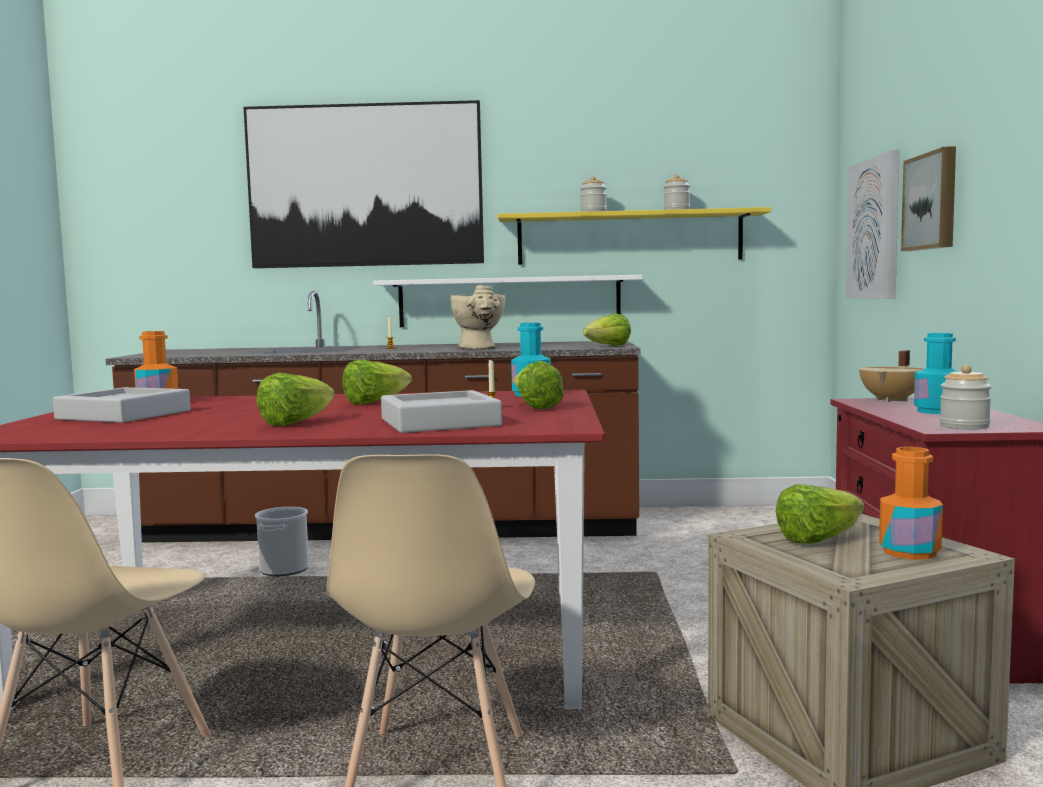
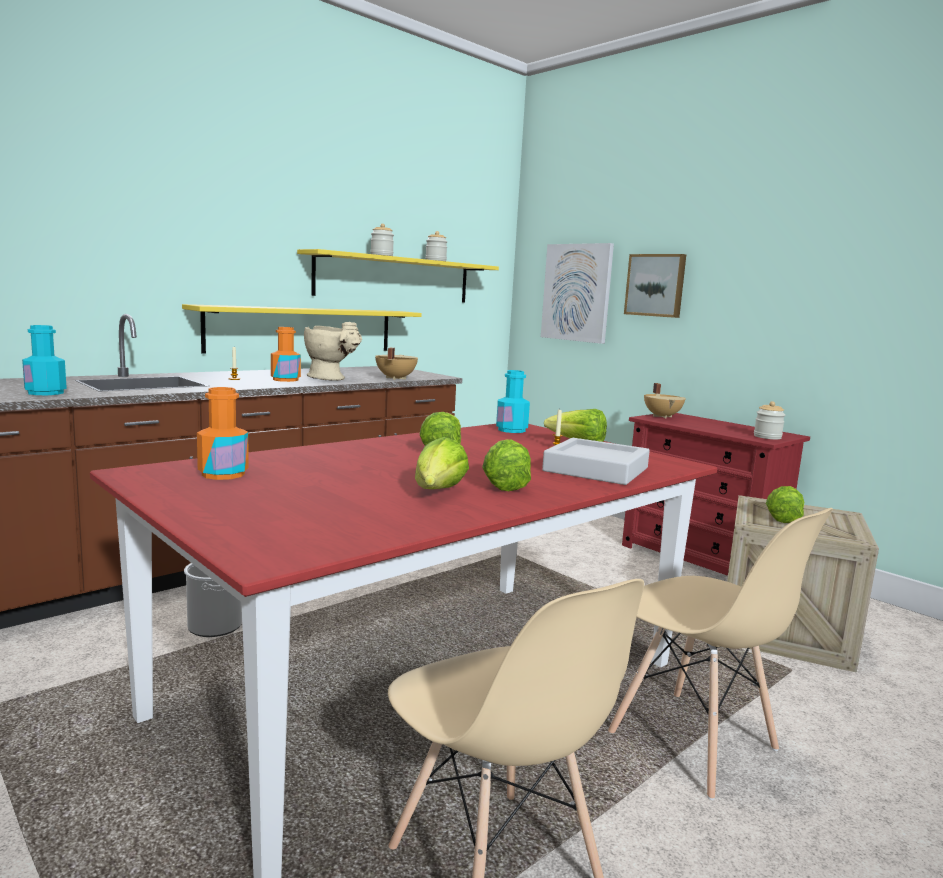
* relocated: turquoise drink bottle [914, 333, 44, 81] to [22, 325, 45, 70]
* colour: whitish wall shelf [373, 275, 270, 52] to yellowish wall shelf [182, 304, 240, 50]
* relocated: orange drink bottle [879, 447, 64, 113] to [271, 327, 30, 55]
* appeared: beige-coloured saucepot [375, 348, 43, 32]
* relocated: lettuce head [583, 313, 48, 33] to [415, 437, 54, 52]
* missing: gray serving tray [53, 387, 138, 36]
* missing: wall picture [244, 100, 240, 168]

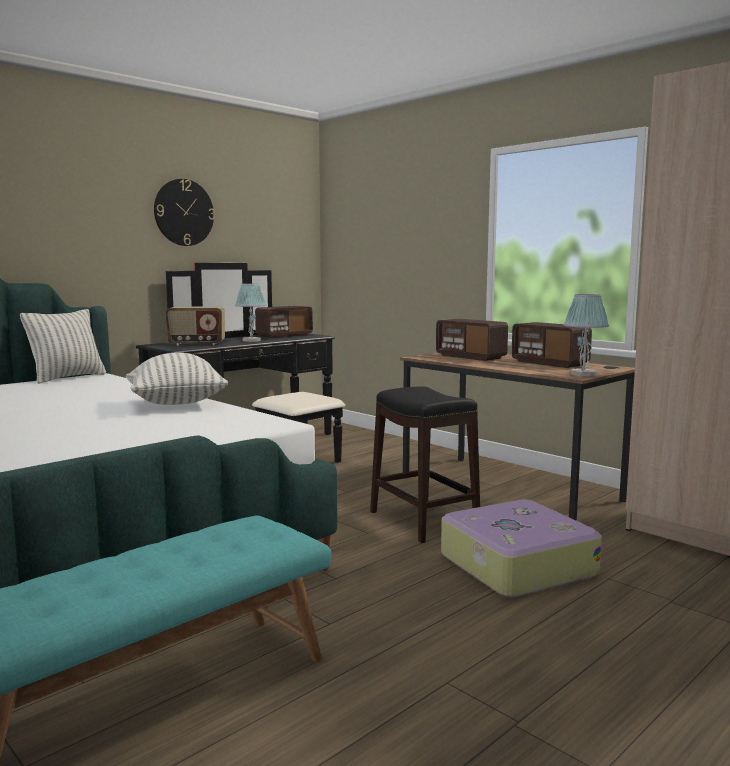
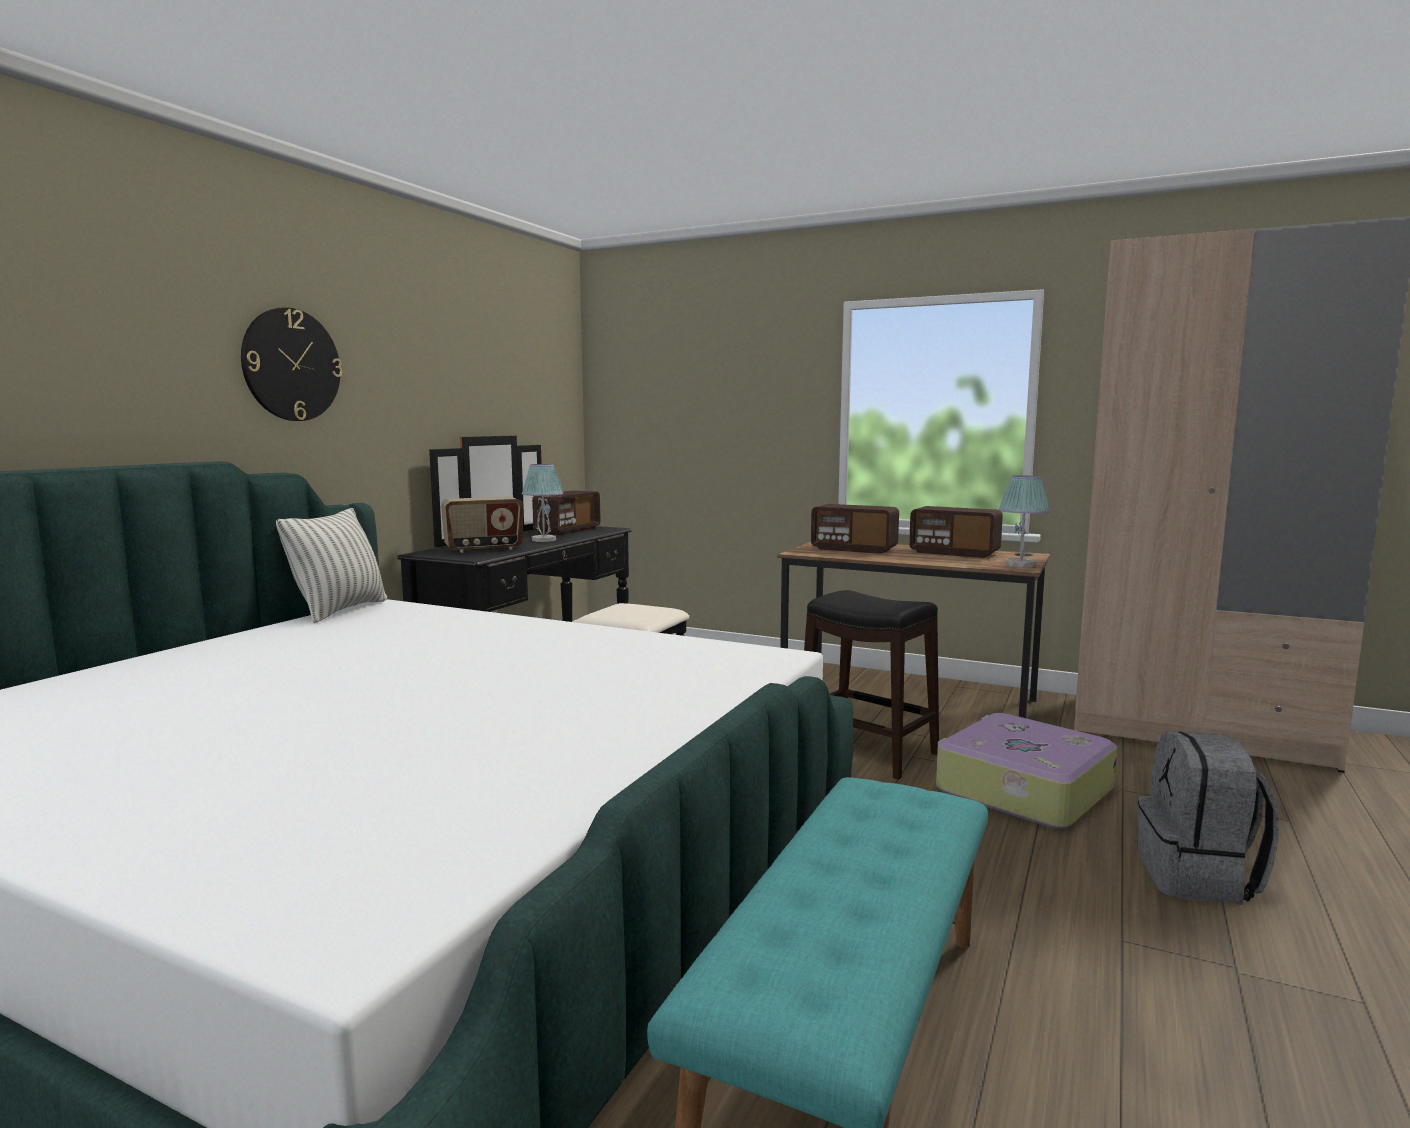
* relocated: wall clock [154, 179, 61, 67] to [241, 307, 101, 114]
* appeared: gray knapsack [1137, 731, 142, 173]
* missing: pillow [126, 353, 102, 52]

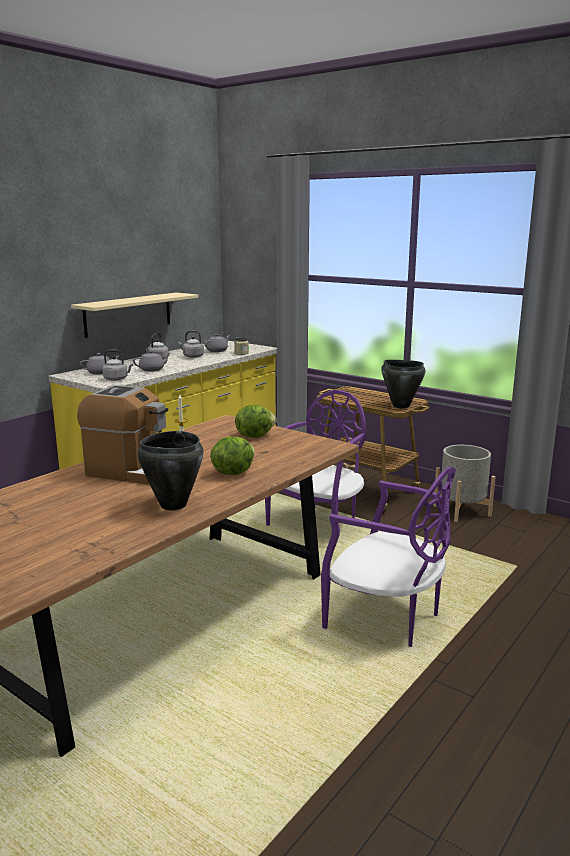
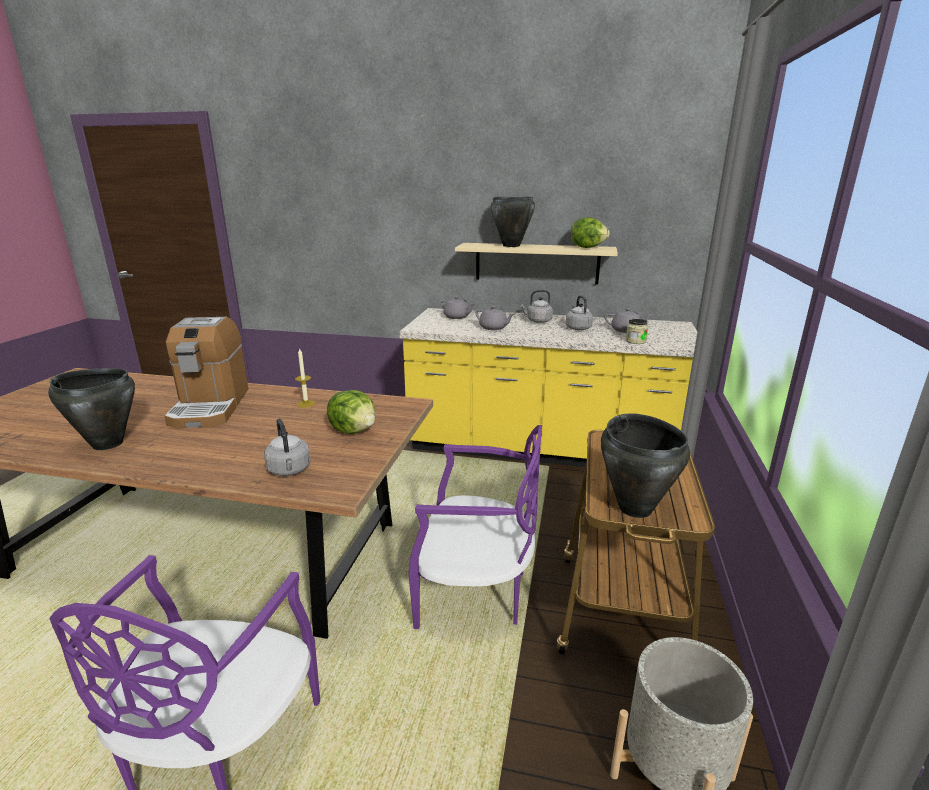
* relocated: gray water kettle [102, 350, 31, 31] to [264, 418, 47, 58]
* appeared: black-coloured saucepot [490, 196, 45, 51]
* relocated: lettuce head [210, 436, 45, 40] to [571, 217, 39, 31]

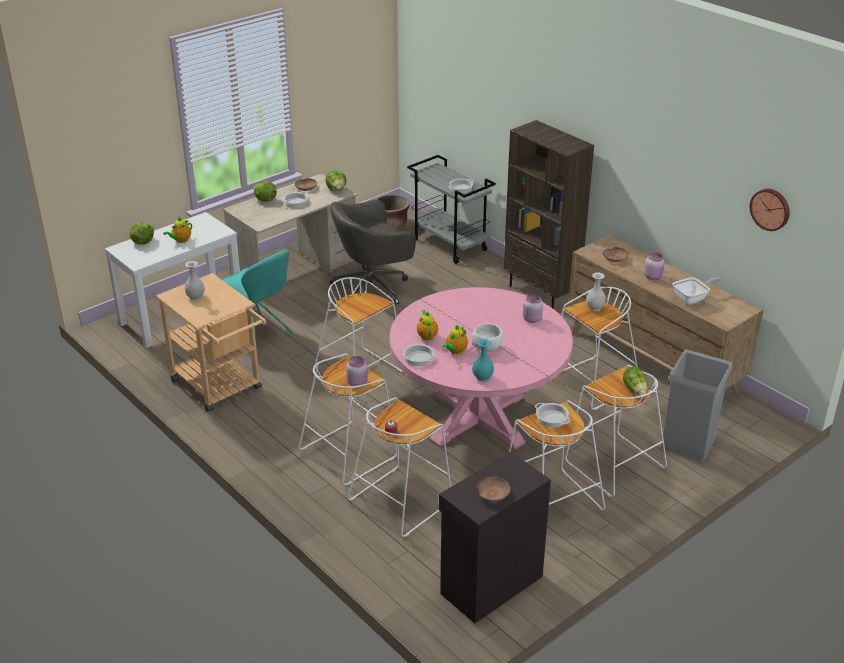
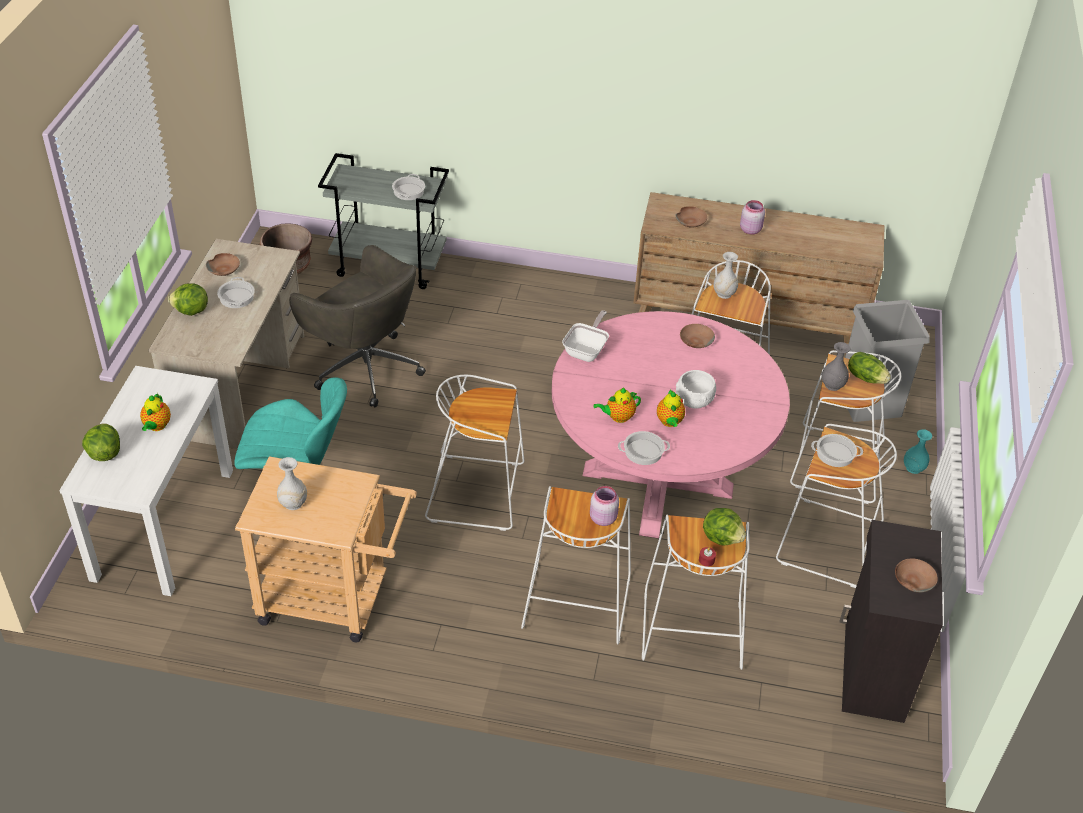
* spun: gray computer chair [330, 200, 86, 105] = [289, 245, 137, 163] 75 degrees counterclockwise
* relocated: pan [673, 277, 48, 27] to [562, 310, 47, 52]
* spun: tea pot [417, 310, 21, 31] = [593, 387, 48, 36] 60 degrees counterclockwise
* exchanged: pinkish storage jar [523, 294, 20, 29] to brown deep dish [680, 324, 35, 24]
* relocated: lettuce head [326, 171, 20, 20] to [703, 508, 43, 37]
* appeared: gray decorative vase [822, 342, 29, 49]
* relocated: turquoise decorative vase [472, 339, 22, 42] to [904, 429, 28, 45]
* missing: brown shelving unit [504, 120, 90, 189]
* missing: wall clock [750, 189, 40, 42]

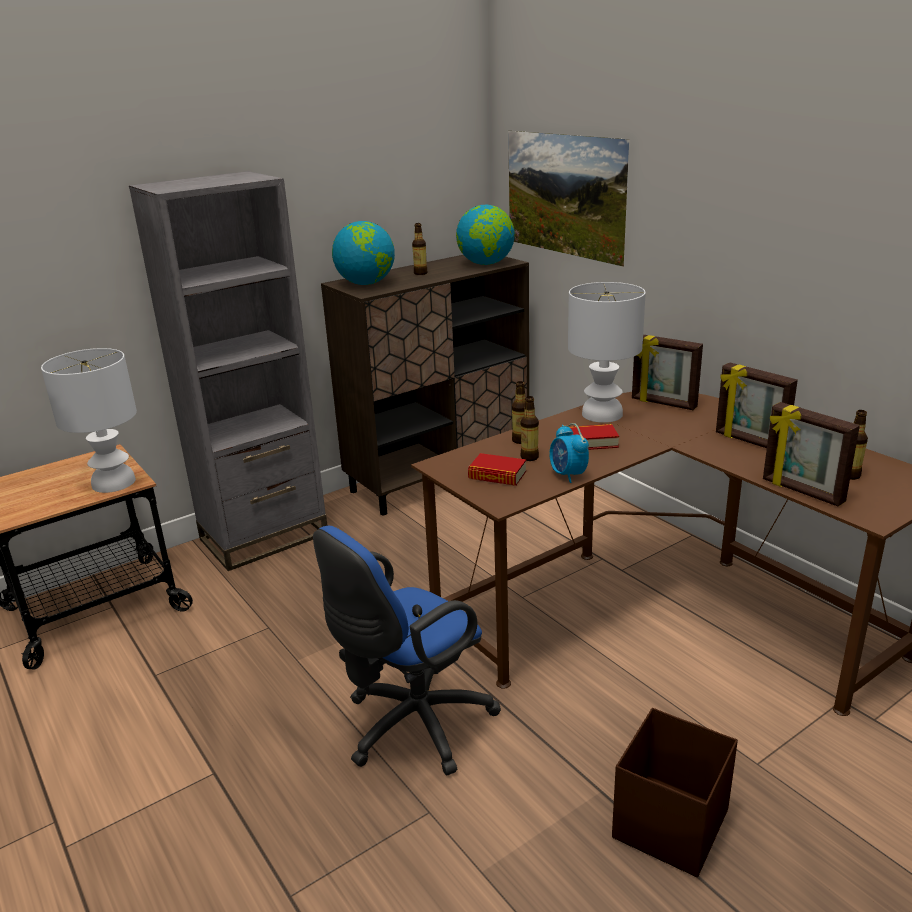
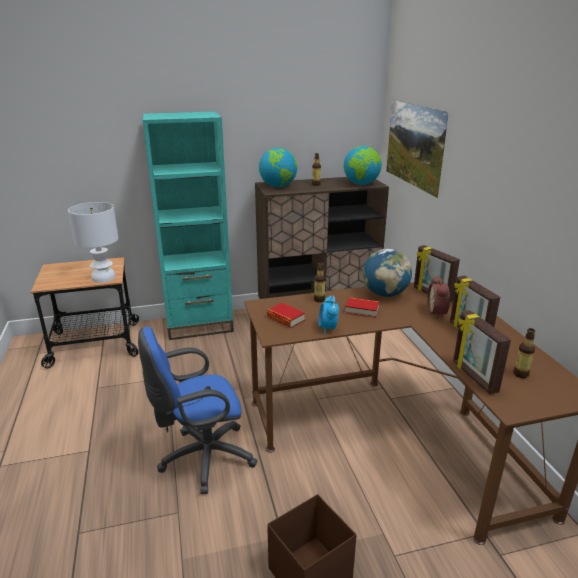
* colour: gray shelving unit [129, 171, 198, 400] to turquoise shelving unit [143, 111, 91, 229]
* exchanged: whitish table lamp [568, 282, 78, 141] to globe [363, 249, 49, 48]
* appeared: alarm clock [427, 276, 23, 42]
* missing: drink bottle [521, 396, 18, 65]

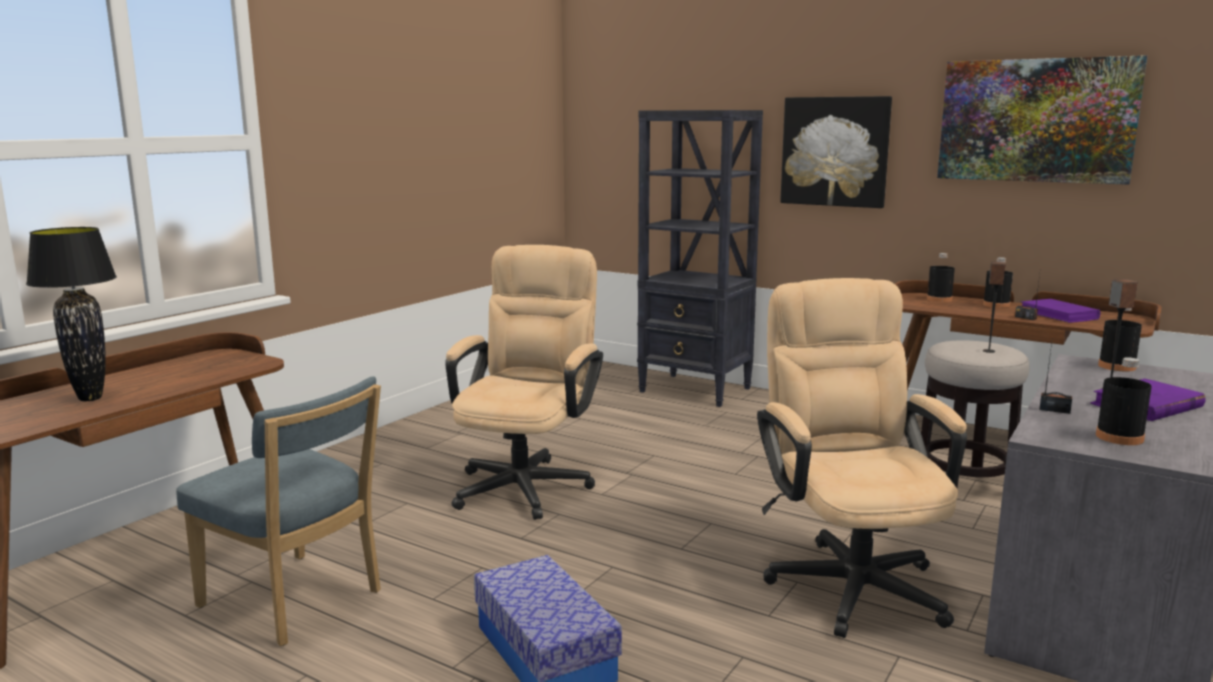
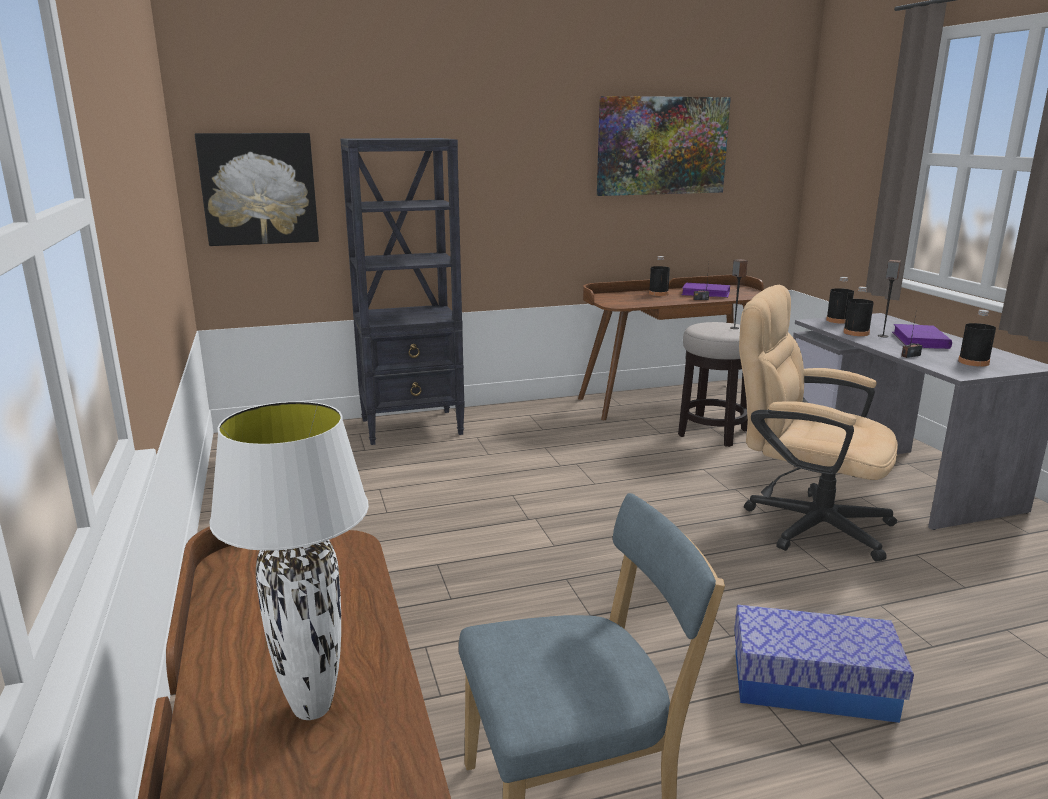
* relocated: wall picture [780, 96, 112, 112] to [195, 133, 124, 113]
* colour: black-coloured table lamp [26, 227, 91, 174] to whitish table lamp [210, 401, 159, 319]
* relocated: black-coloured drink bottle [927, 253, 28, 49] to [844, 287, 30, 49]
* missing: beige-coloured computer chair [445, 245, 158, 275]

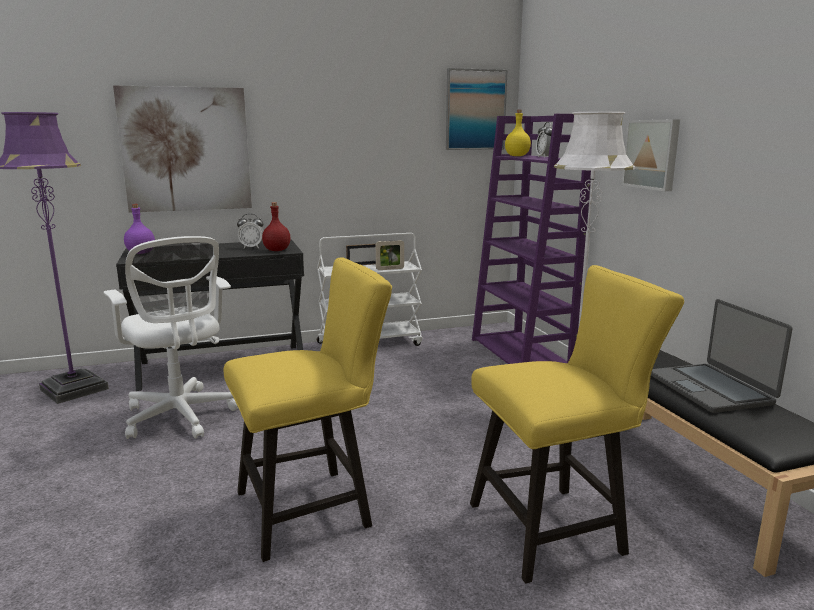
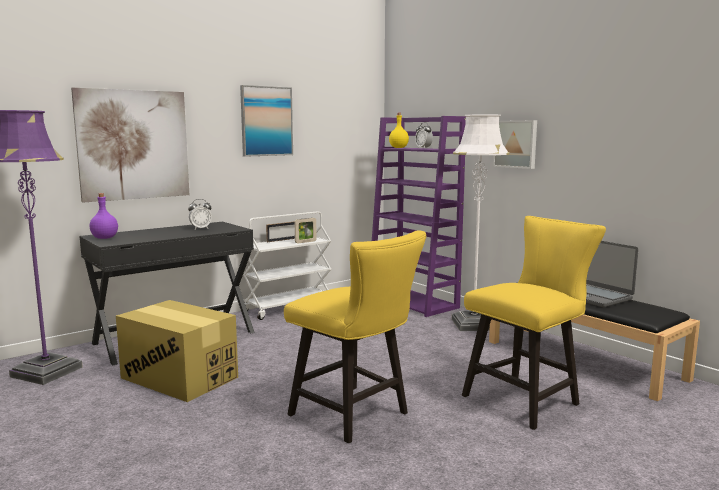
* exchanged: whitish computer chair [104, 236, 134, 203] to cardboard box [116, 300, 122, 102]
* relocated: wall picture [446, 68, 62, 82] to [240, 85, 53, 72]
* spun: yellowish upright chair [224, 258, 168, 304] = [284, 230, 142, 213] 90 degrees clockwise
* missing: red drink bottle [262, 202, 29, 49]

